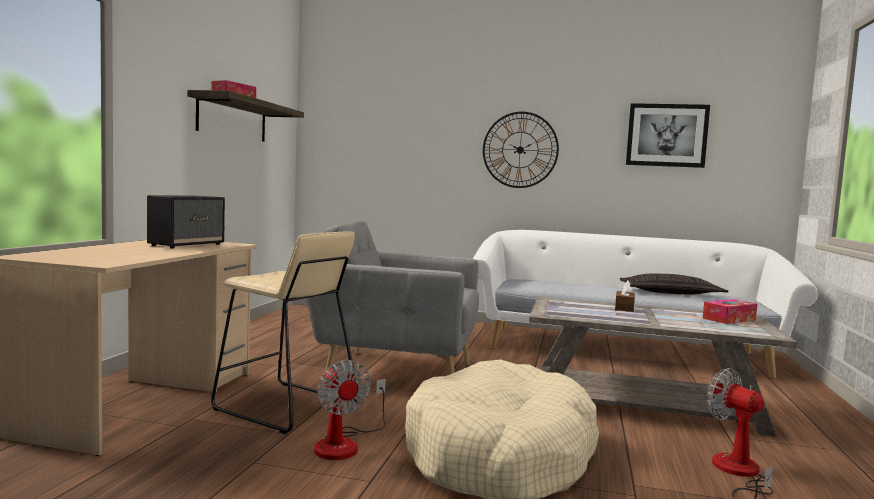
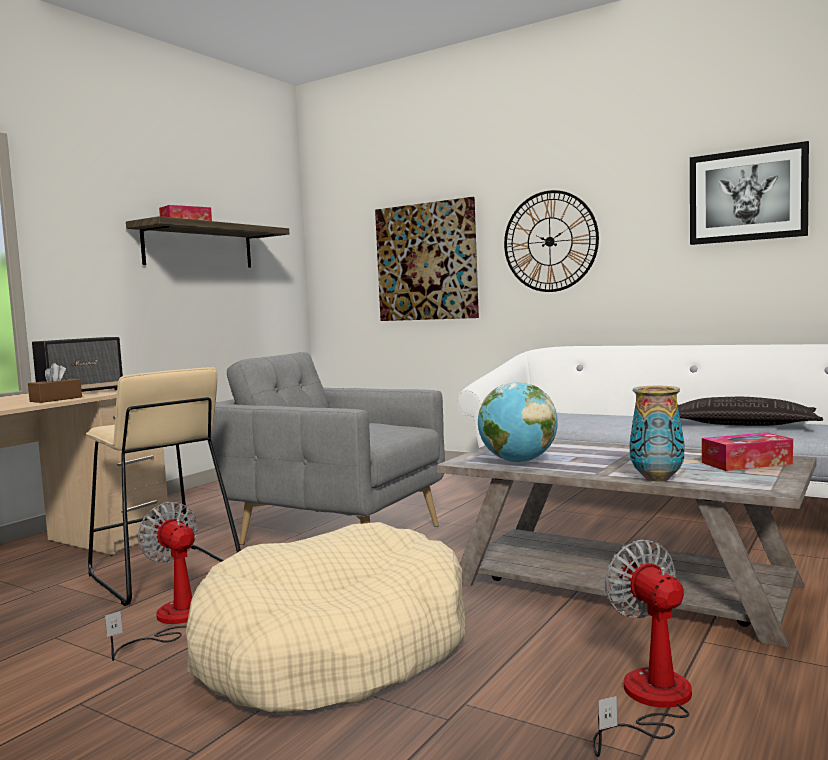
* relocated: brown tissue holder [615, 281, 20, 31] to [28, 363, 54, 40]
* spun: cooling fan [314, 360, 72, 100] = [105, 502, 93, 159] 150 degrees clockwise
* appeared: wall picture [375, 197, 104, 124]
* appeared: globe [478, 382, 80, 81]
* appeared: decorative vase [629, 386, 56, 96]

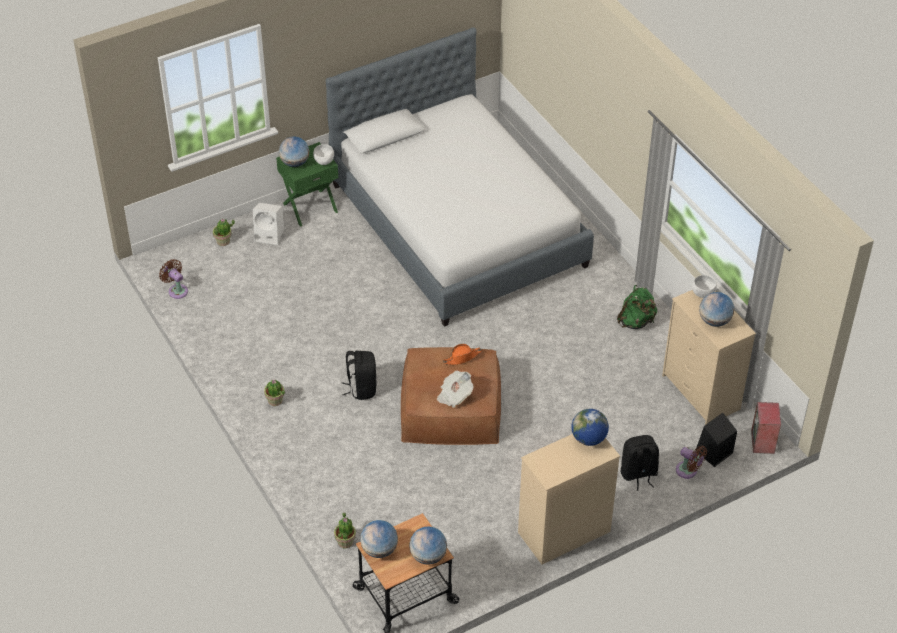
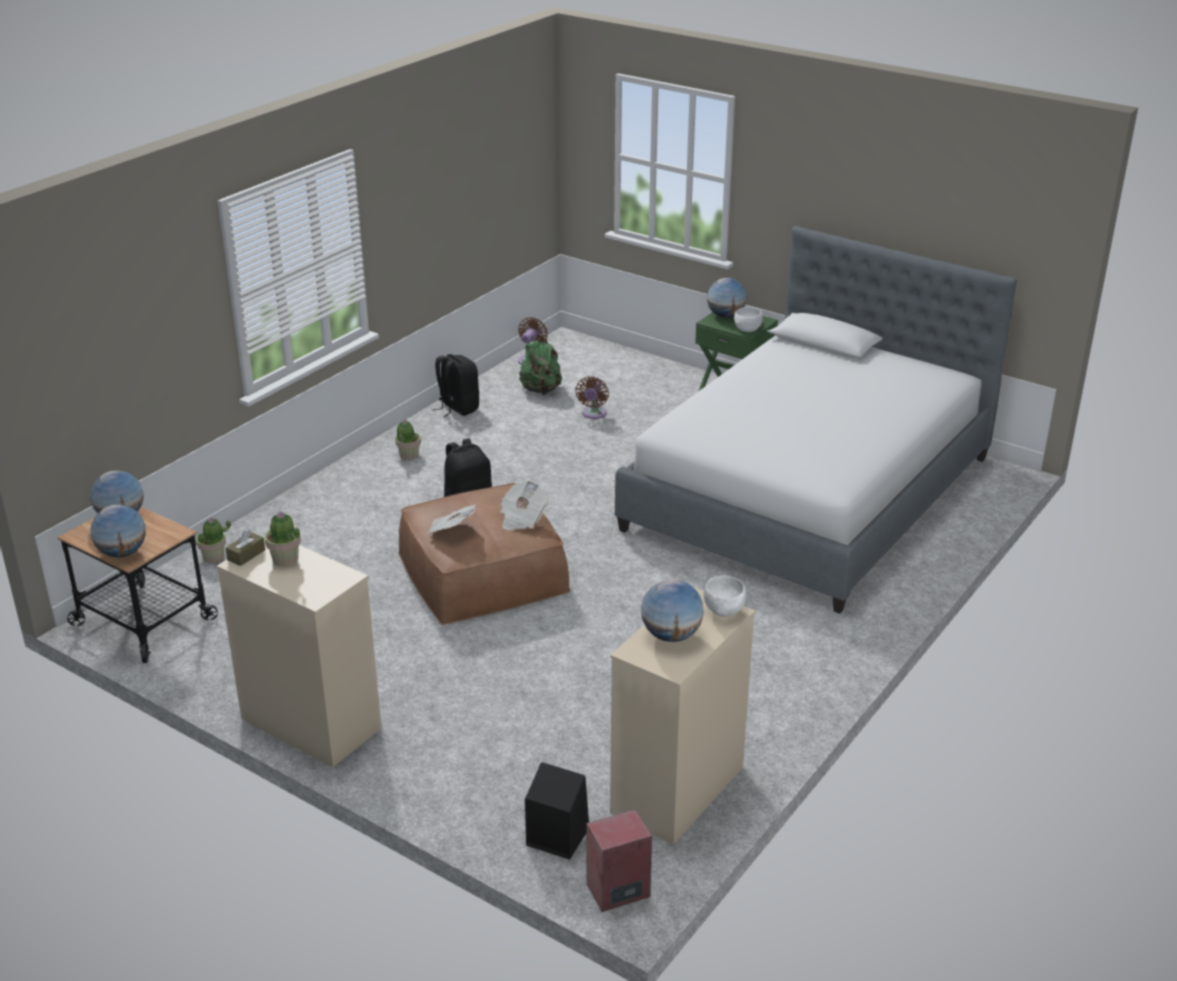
* appeared: brown tissue holder [226, 529, 39, 37]
* relocated: plant in a pot [213, 219, 22, 27] to [264, 511, 37, 55]
* relocated: black-coloured knapsack [620, 435, 39, 56] to [433, 354, 46, 64]
* exchanged: orange hat [443, 344, 39, 21] to daily paper [500, 481, 49, 49]
* relocated: greenish knapsack [617, 285, 40, 44] to [519, 335, 43, 60]
* relocated: brown cooling fan [676, 446, 31, 33] to [575, 376, 34, 43]
* missing: whitish speaker [253, 203, 31, 42]
* missing: globe [571, 409, 38, 37]

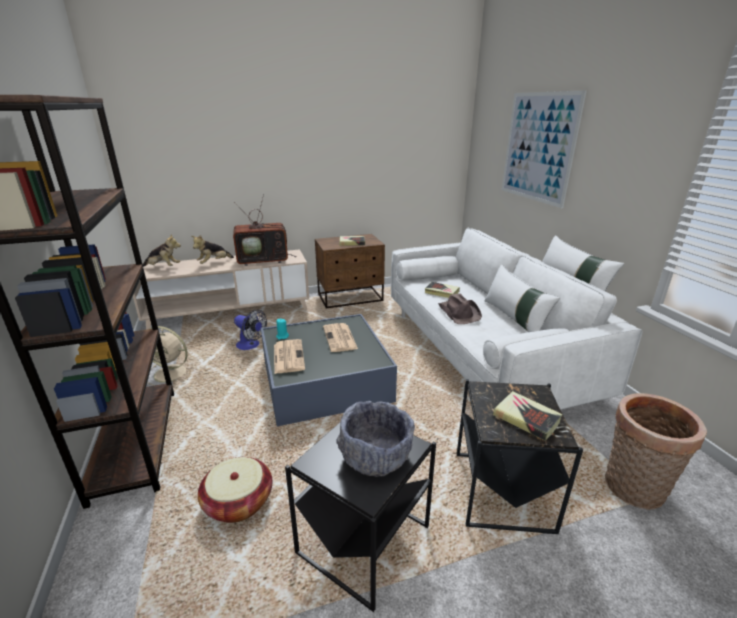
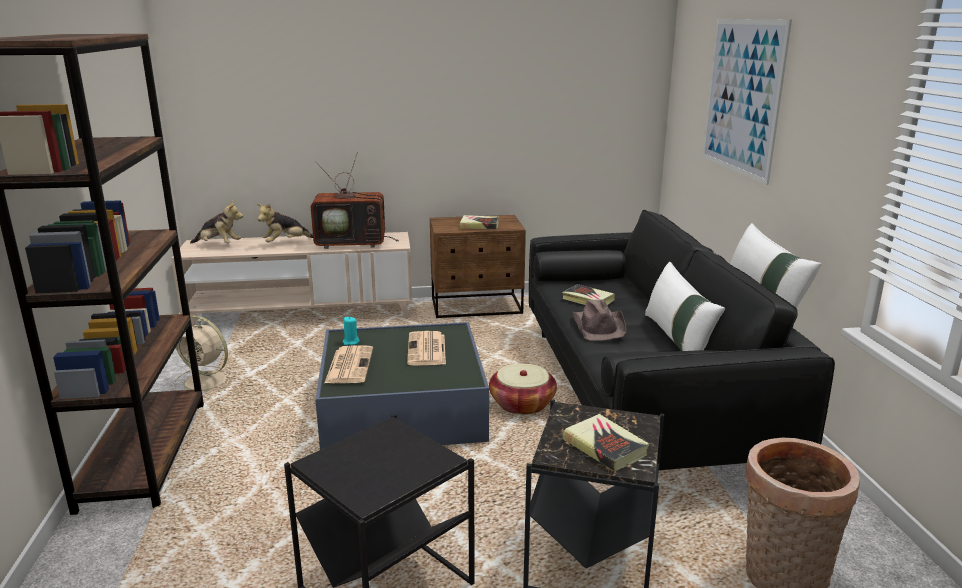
* relocated: household basket [198, 457, 74, 66] to [489, 364, 68, 51]
* colour: whitish couch [391, 228, 251, 182] to black-coloured couch [529, 210, 306, 260]
* missing: cooling fan [234, 310, 33, 40]
* missing: gray deep dish [336, 401, 79, 76]

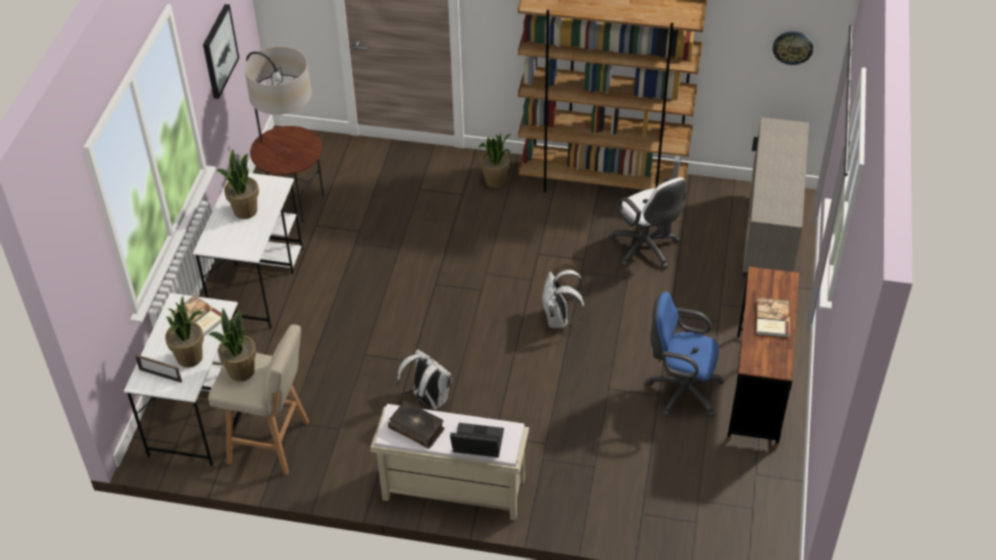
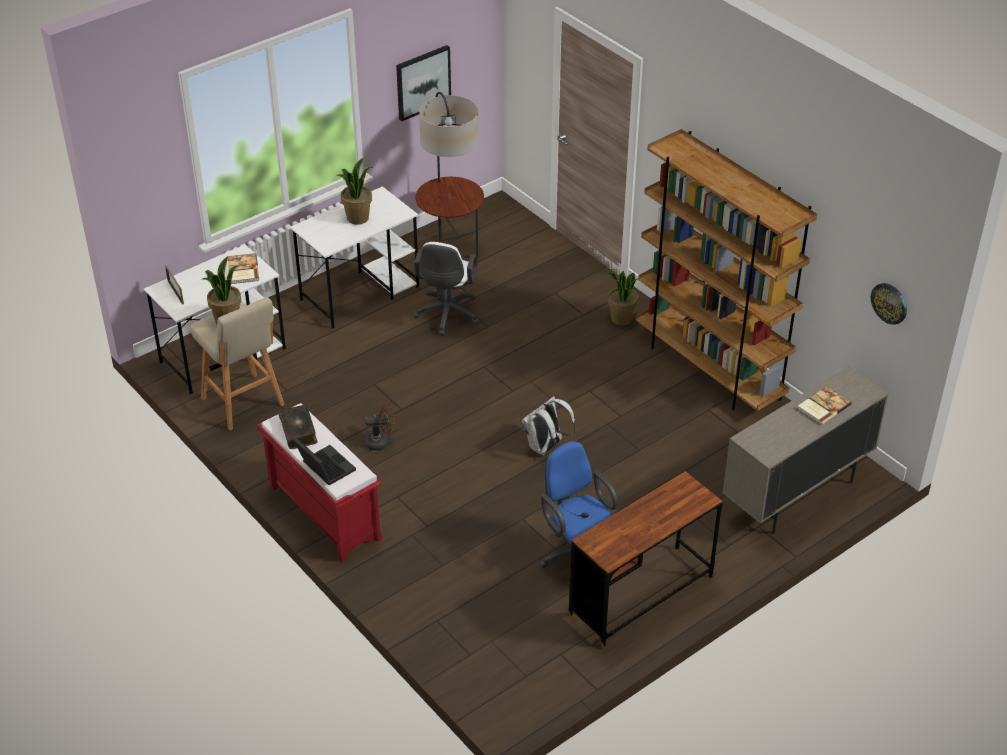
* colour: beige-coloured long seat [371, 404, 158, 116] to red long seat [257, 403, 125, 159]
* exchanged: whitish knapsack [397, 349, 57, 61] to brown cooling fan [365, 404, 30, 47]
* relocated: whitish computer chair [609, 177, 78, 92] to [413, 242, 67, 94]
* relocated: bound book [756, 298, 34, 39] to [798, 386, 54, 39]
* missing: plant in a pot [165, 296, 39, 72]

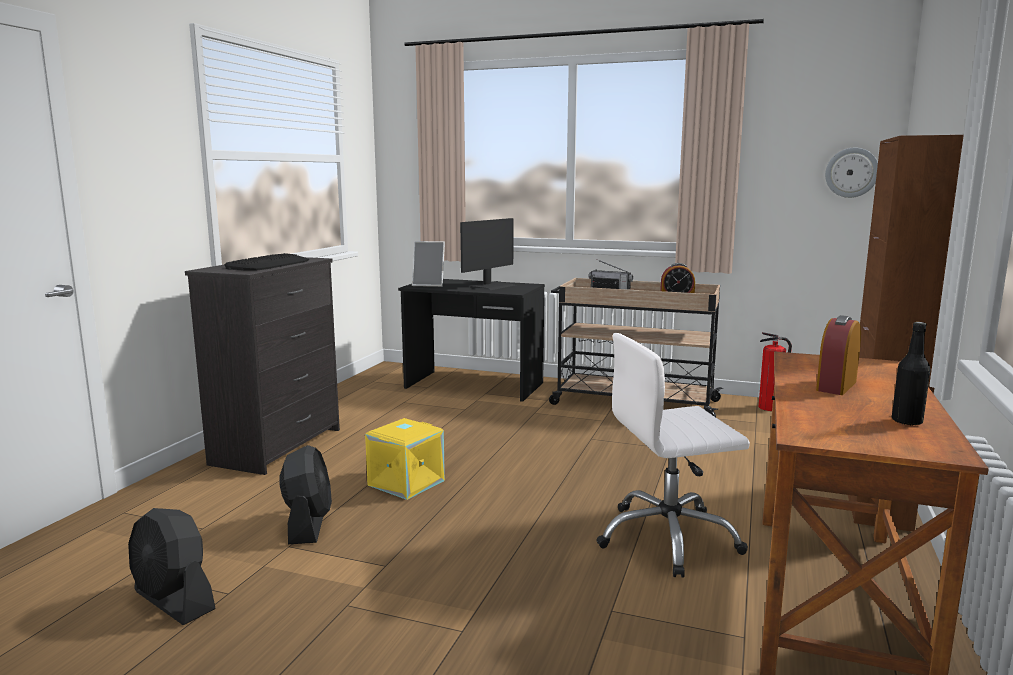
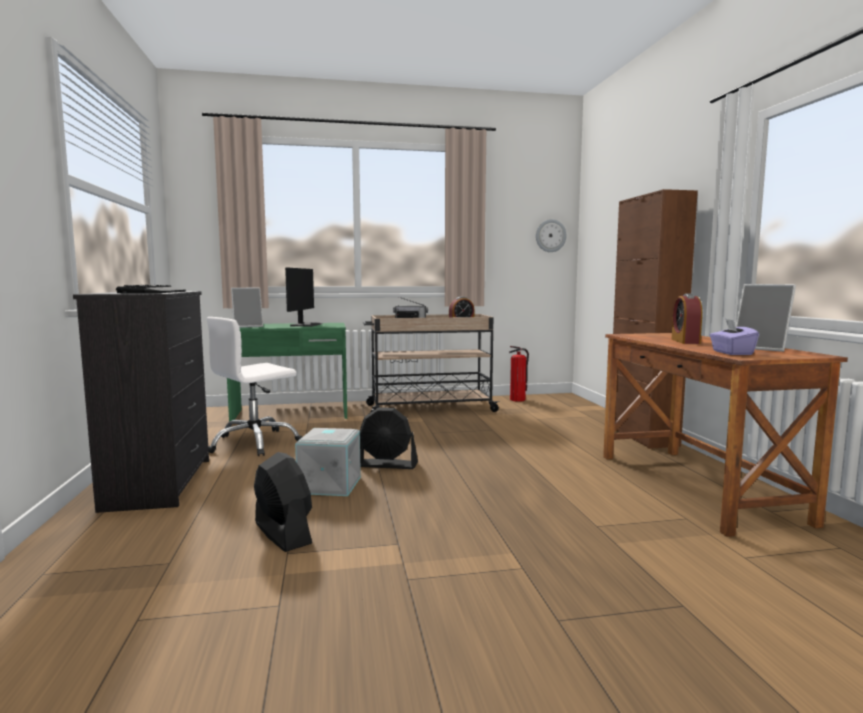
* relocated: whitish computer chair [596, 333, 154, 245] to [207, 317, 95, 139]
* colour: black-coloured desk unit [398, 279, 147, 123] to greenish desk unit [227, 323, 120, 99]
* colour: yellowish storage container [365, 418, 80, 82] to gray storage container [295, 428, 66, 68]
* relocated: black-coloured cooling fan [128, 508, 87, 117] to [360, 407, 58, 62]
* appeared: purple tissue holder [710, 319, 49, 36]
* exchanged: black-coloured drink bottle [892, 322, 38, 103] to standing frame [736, 284, 60, 68]

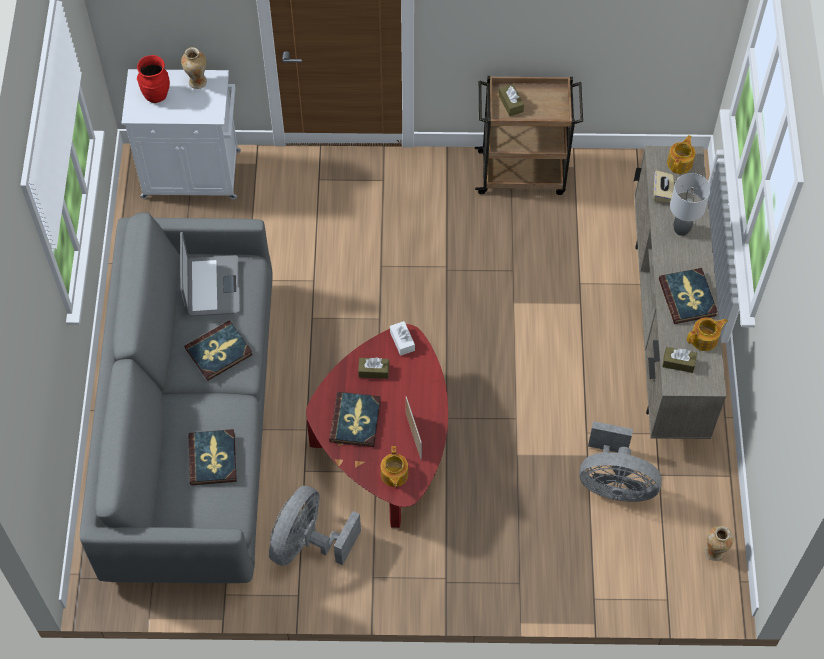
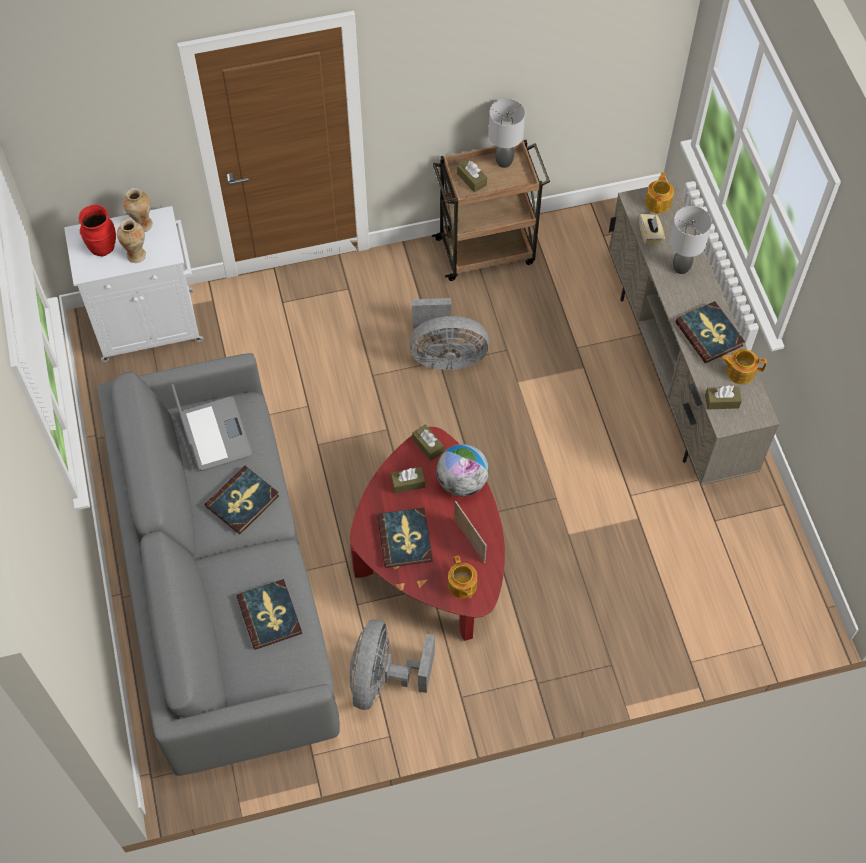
* relocated: decorative vase [705, 526, 29, 35] to [117, 218, 29, 45]
* relocated: gray cooling fan [580, 421, 82, 81] to [410, 298, 79, 72]
* colour: whitish tissue holder [390, 321, 25, 35] to brown tissue holder [412, 424, 32, 37]
* appeared: globe [436, 444, 53, 53]
* appeared: gray table lamp [488, 99, 37, 69]
* spun: tea pot [687, 318, 41, 33] = [721, 349, 46, 35] 135 degrees counterclockwise

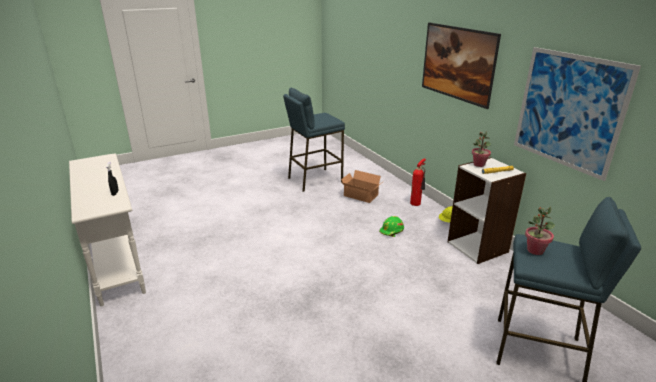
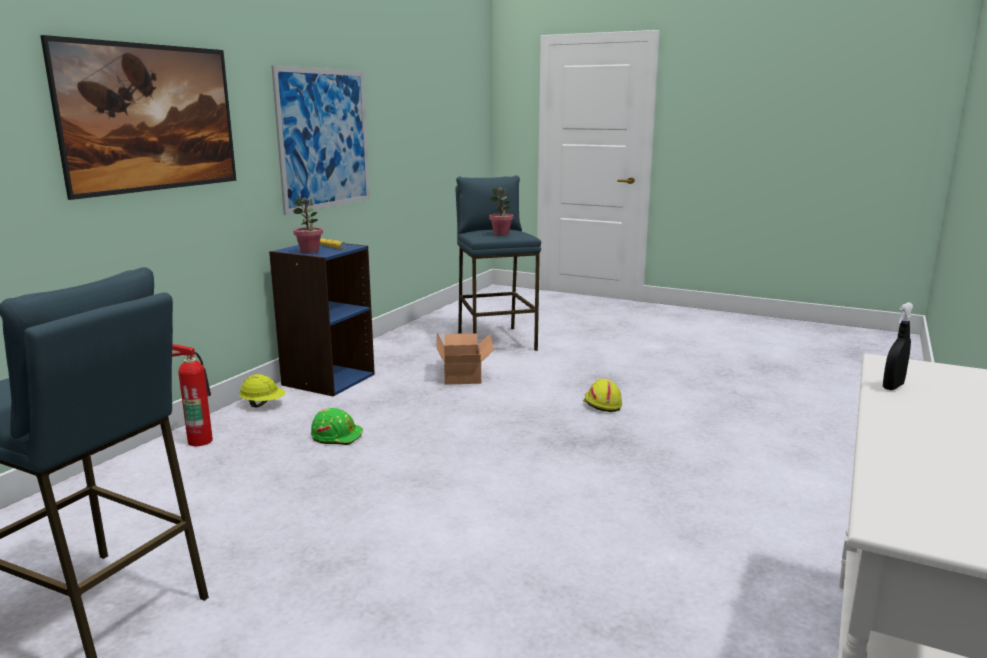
* colour: whitish shelving unit [448, 157, 78, 107] to bluish shelving unit [269, 244, 106, 153]
* relocated: cardboard box [341, 170, 40, 33] to [437, 333, 57, 52]
* appeared: yellowish work helmet [583, 379, 39, 33]

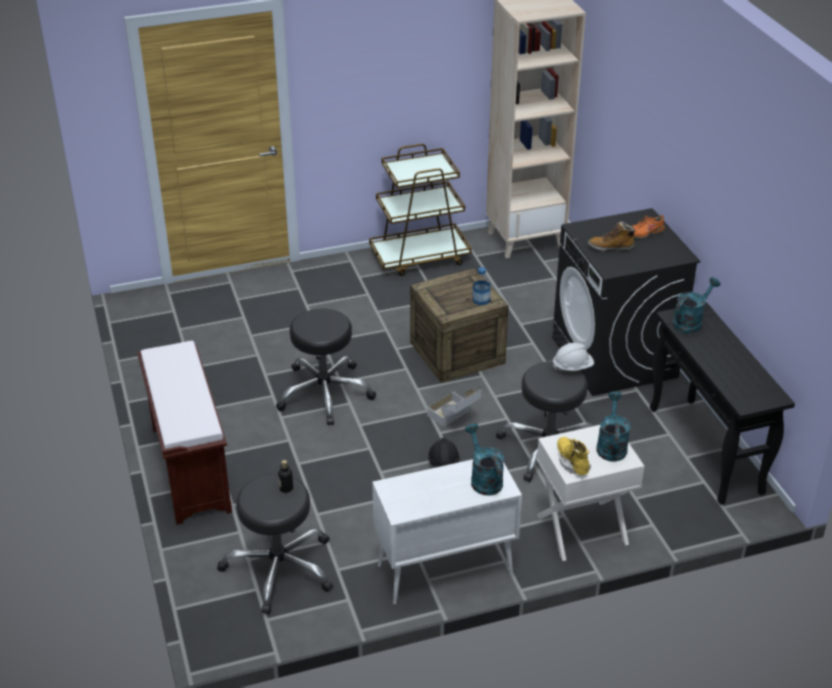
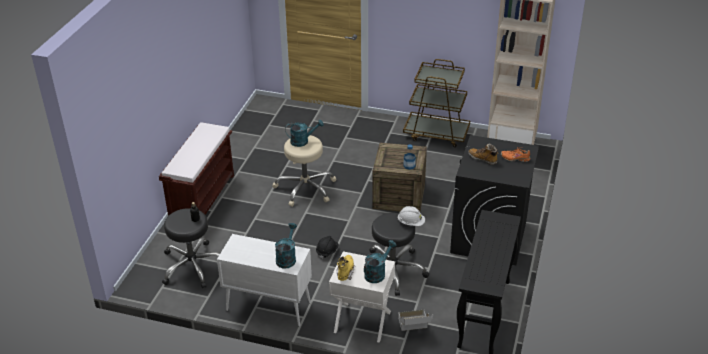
* colour: black-coloured stool [276, 308, 100, 117] to beige-coloured stool [272, 135, 65, 72]
* relocated: turquoise watering can [673, 277, 47, 56] to [285, 120, 39, 27]
* relocated: cardboard box [427, 386, 55, 41] to [398, 310, 35, 21]

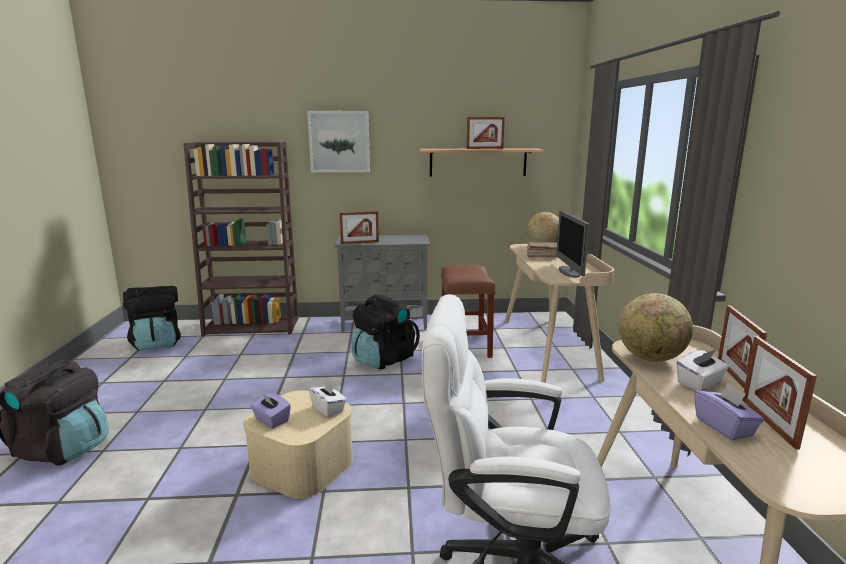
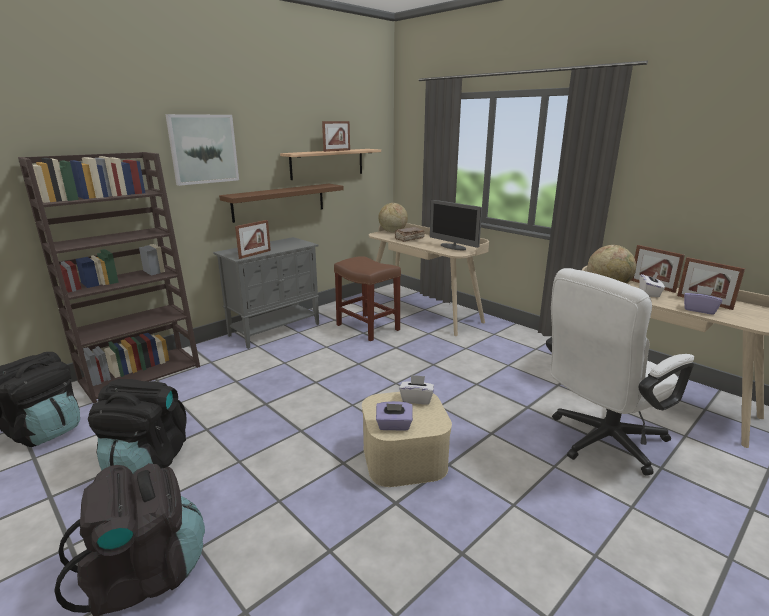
* relocated: black-coloured knapsack [352, 295, 68, 74] to [88, 379, 99, 94]
* appeared: brown wall shelf [219, 184, 125, 39]

